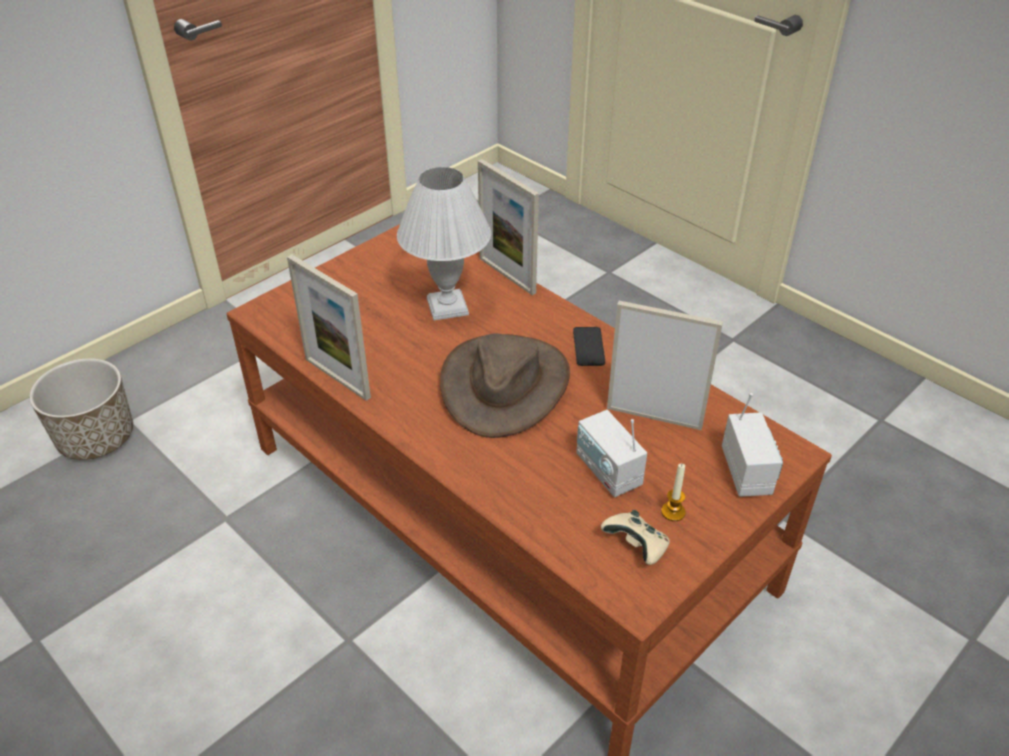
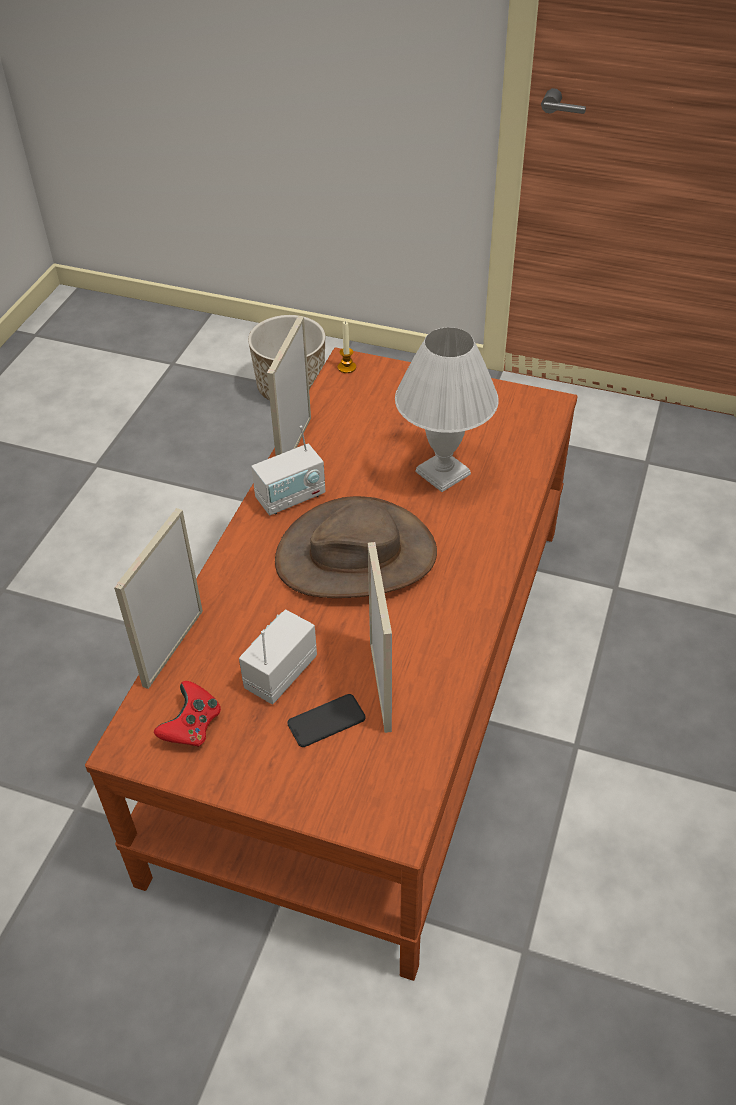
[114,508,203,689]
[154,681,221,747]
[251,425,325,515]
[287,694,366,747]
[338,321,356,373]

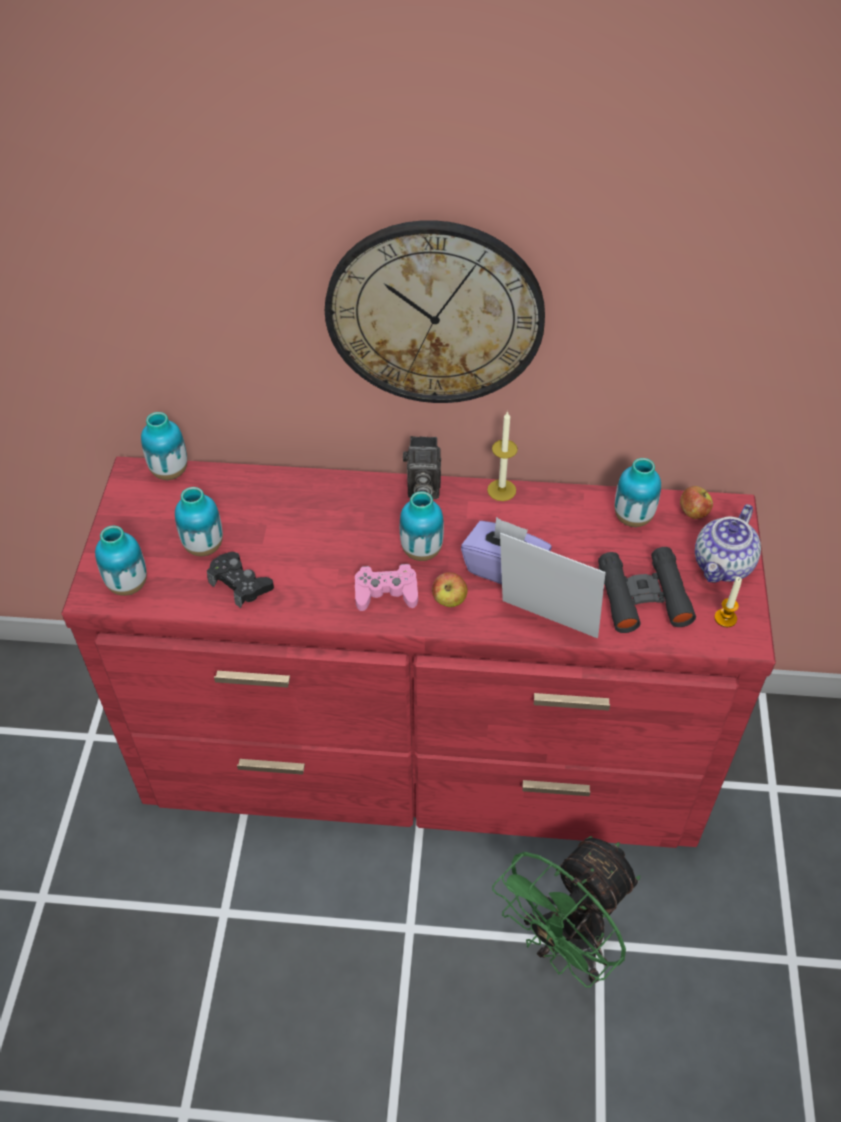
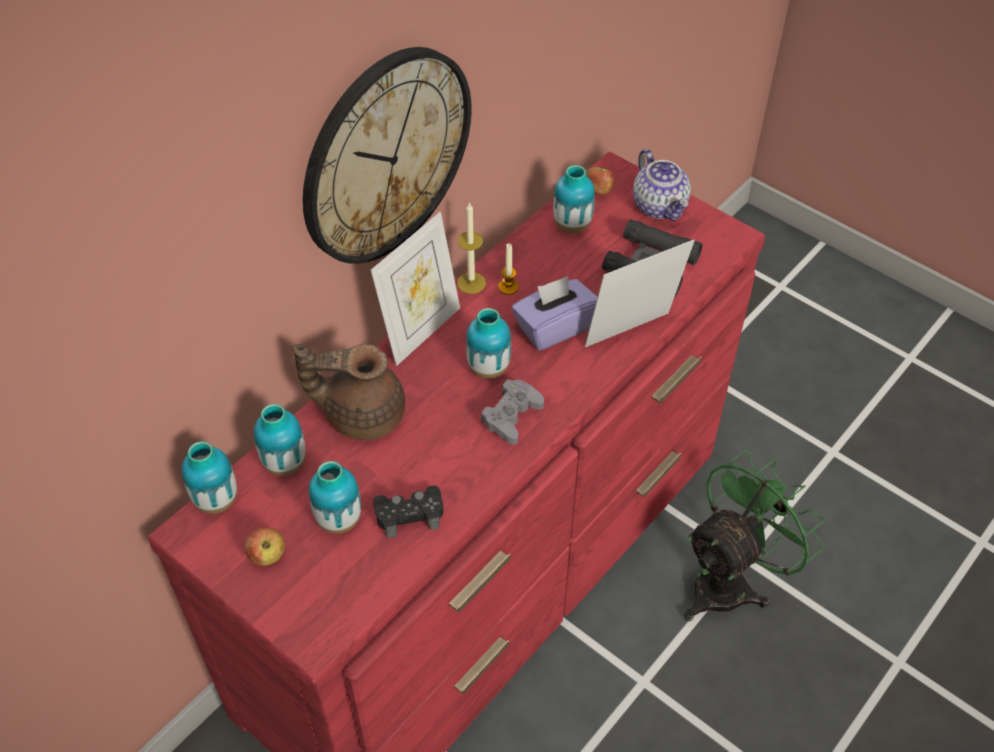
[245,527,284,566]
[254,404,306,476]
[293,344,405,440]
[370,212,460,366]
[481,379,544,445]
[498,243,519,295]
[684,450,824,621]

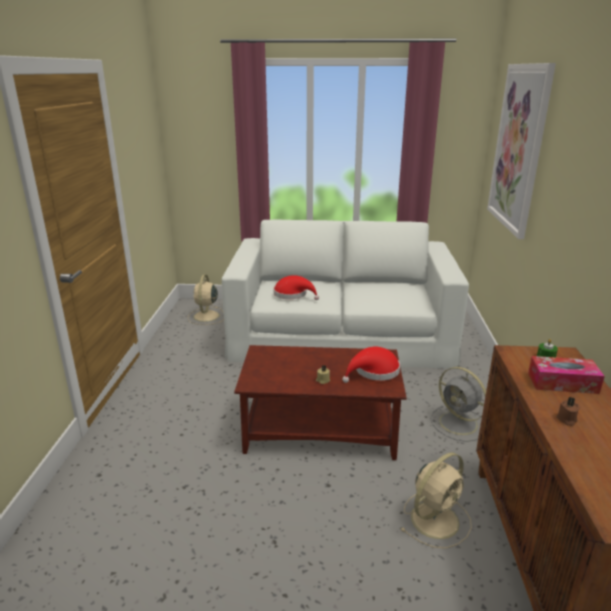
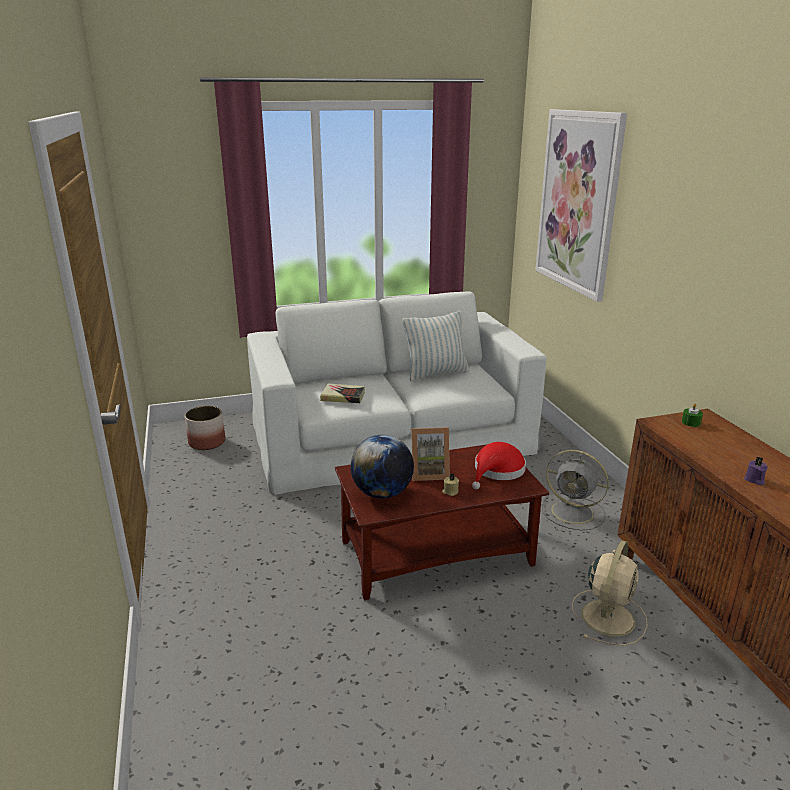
[185,406,225,450]
[320,383,365,403]
[350,435,414,499]
[403,311,469,381]
[411,427,450,481]
[744,456,768,485]
[528,356,605,394] (first image)

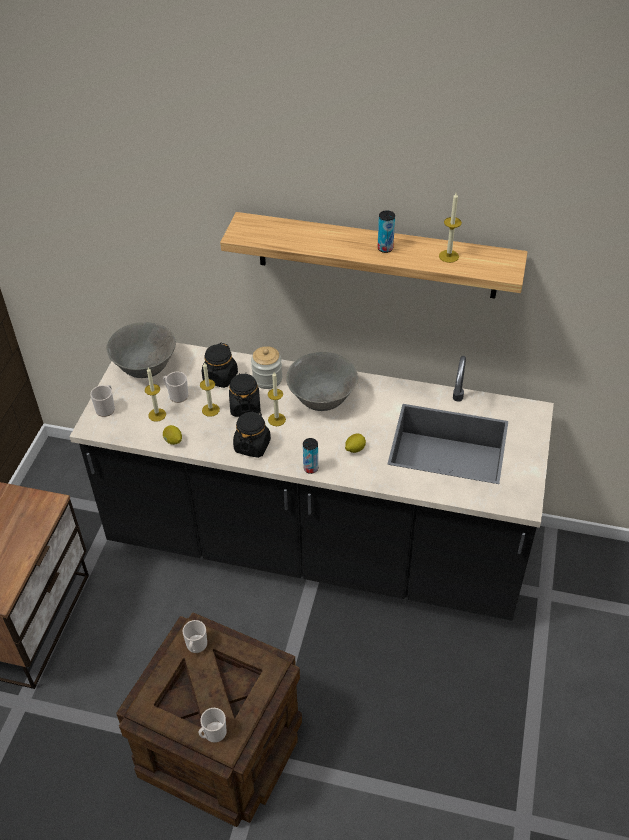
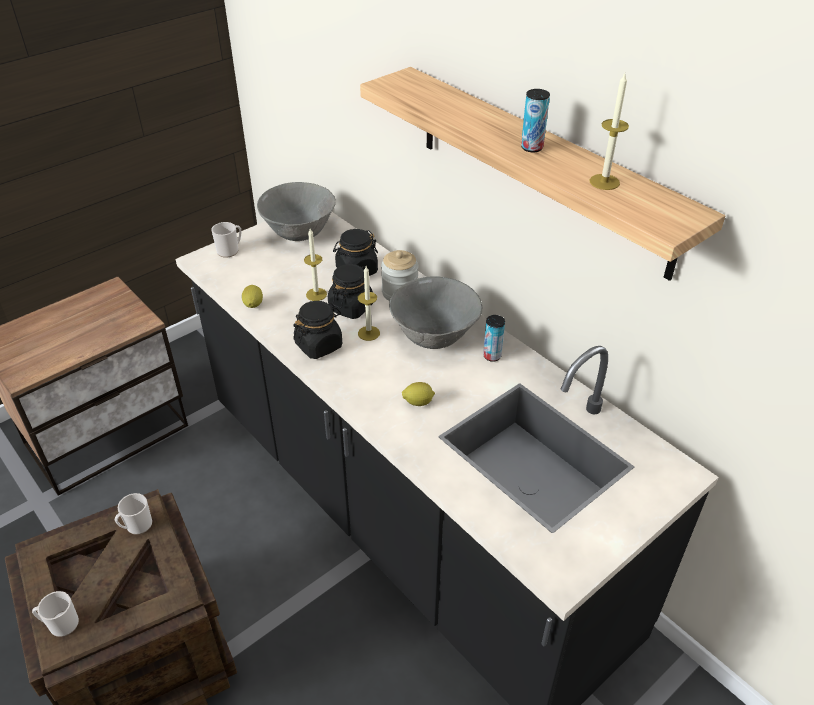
[483,315,505,362]
[145,367,166,422] (first image)
[163,372,188,403] (first image)

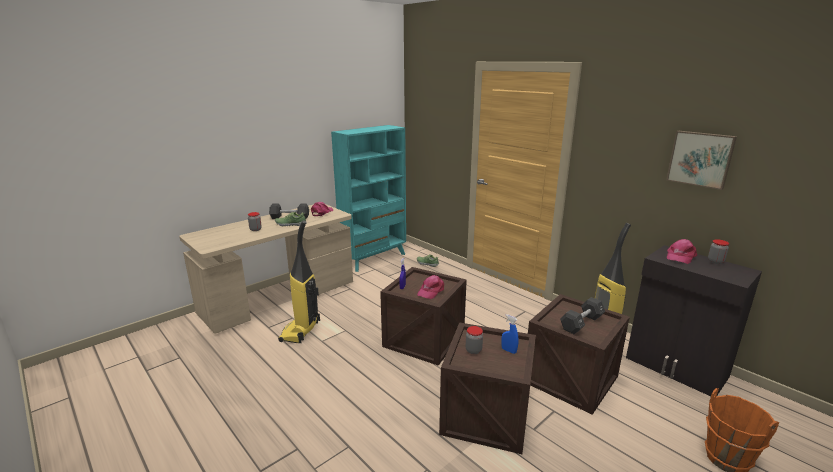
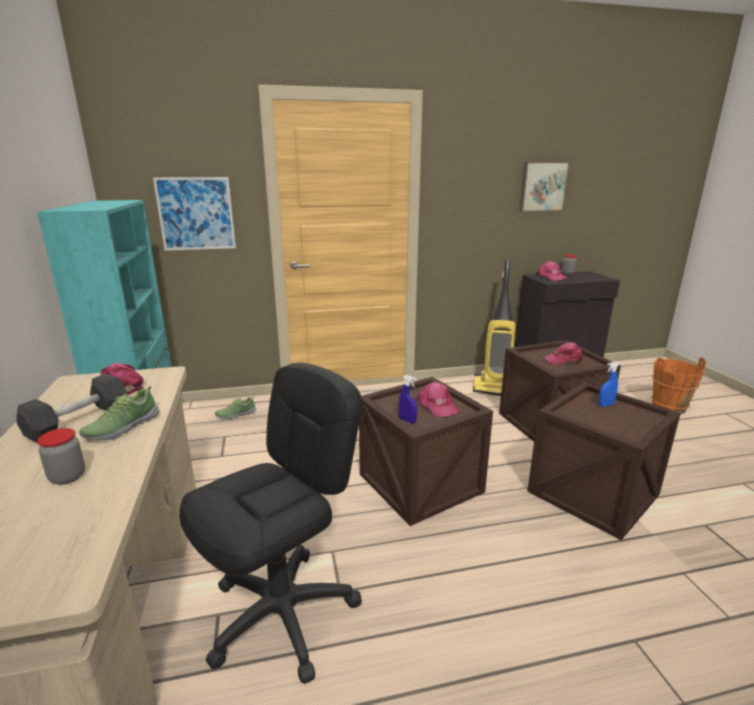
[153,177,236,251]
[179,363,362,684]
[543,342,583,365]
[466,326,483,354] (first image)

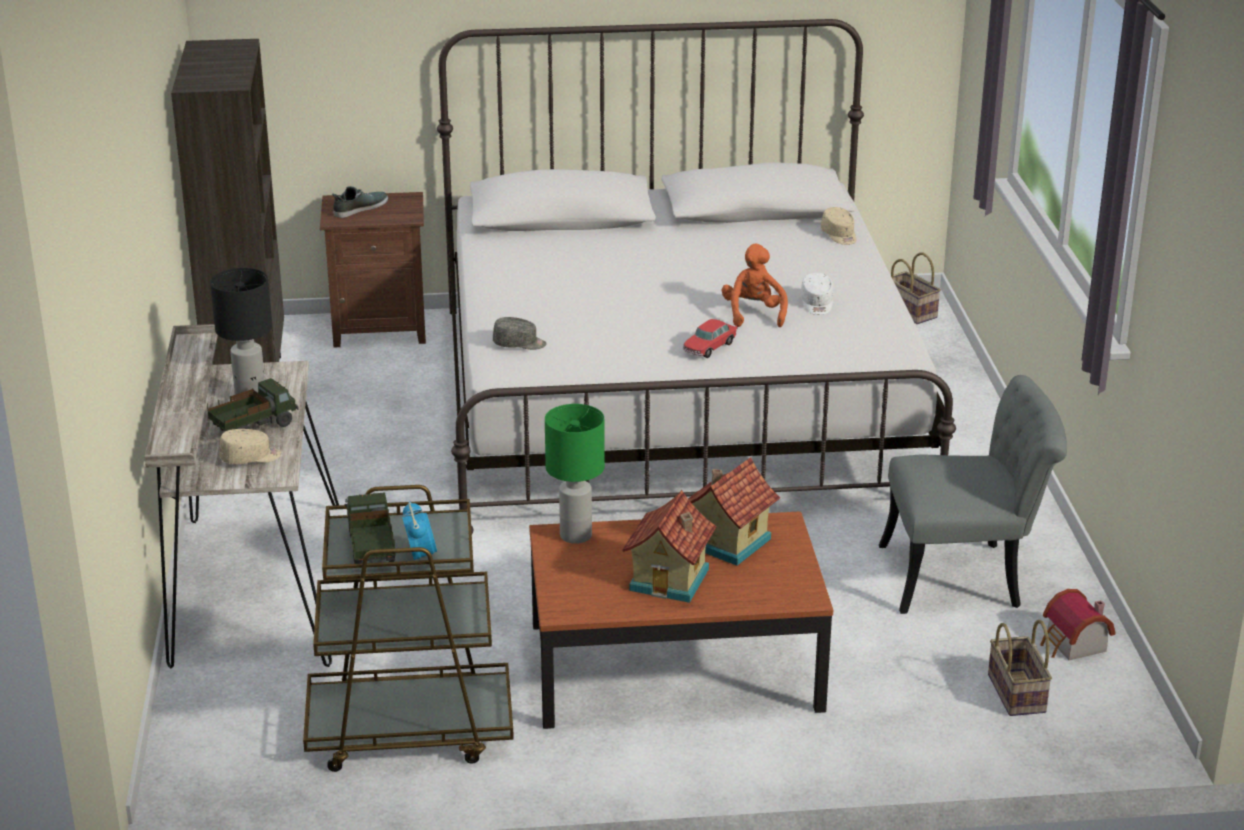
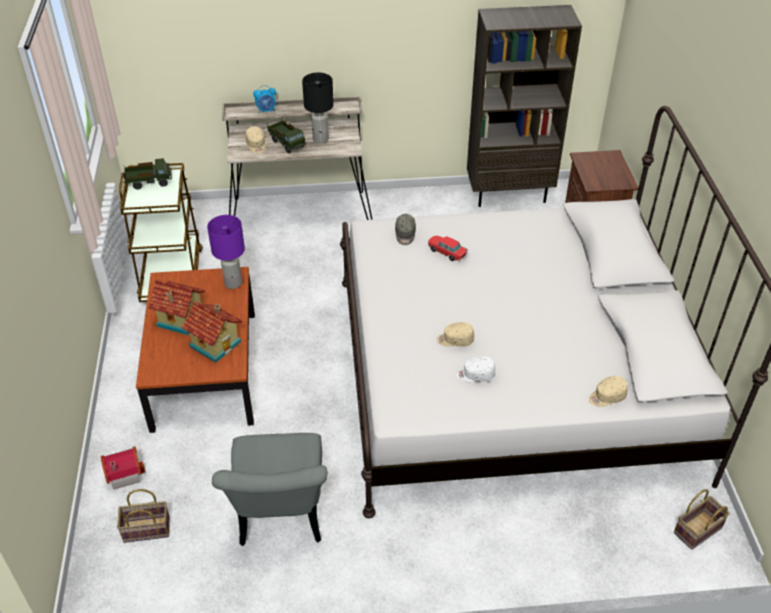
[101,447,145,490]
[207,215,245,289]
[253,85,276,114]
[428,236,468,261]
[437,322,474,347]
[332,186,388,218] (first image)

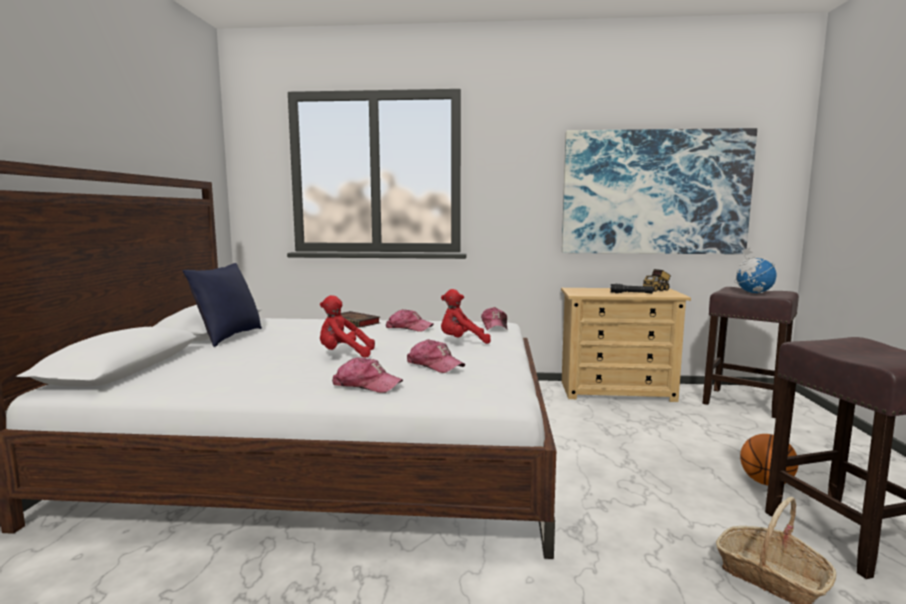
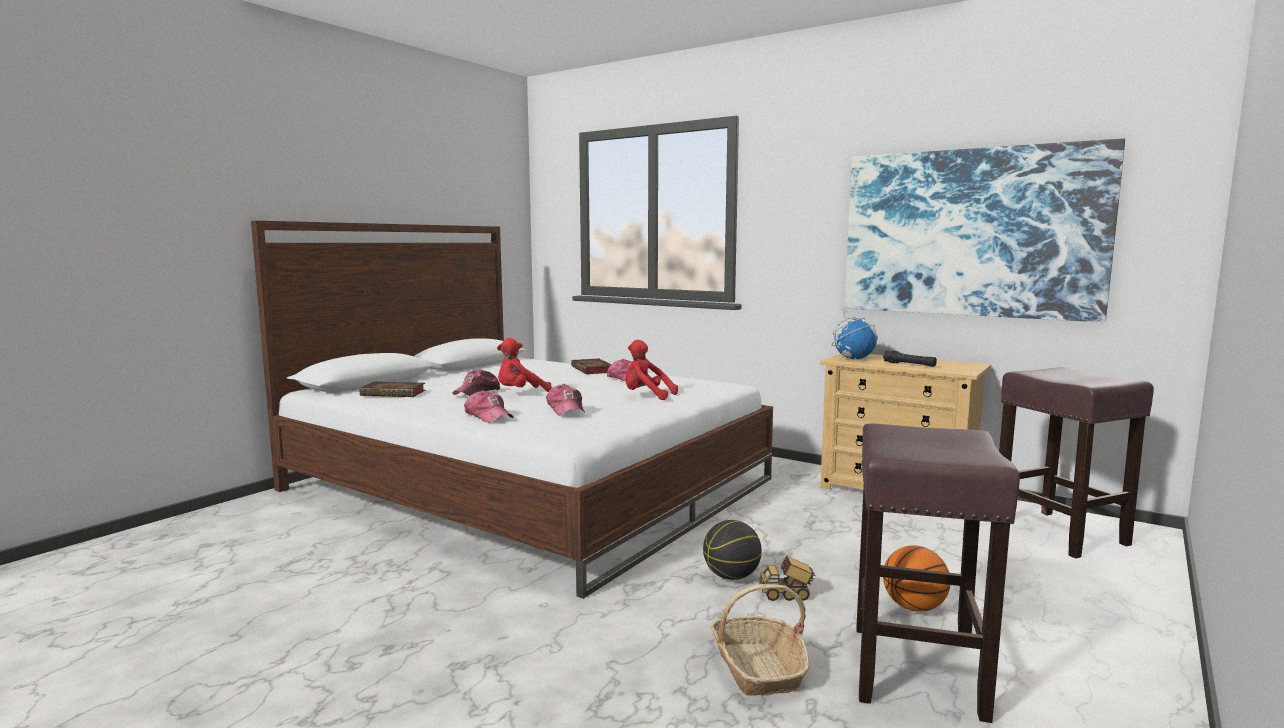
[360,382,425,397]
[453,370,500,396]
[497,338,552,392]
[703,520,762,580]
[759,556,816,601]
[831,306,878,359]
[182,263,262,347] (first image)

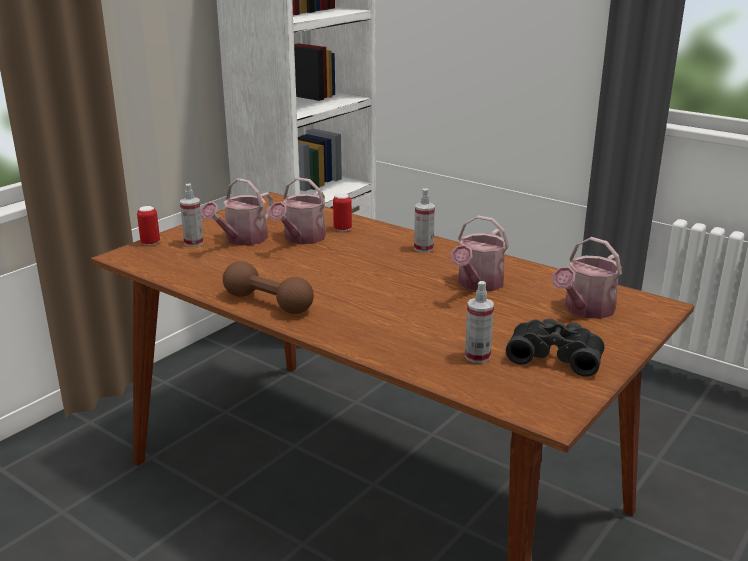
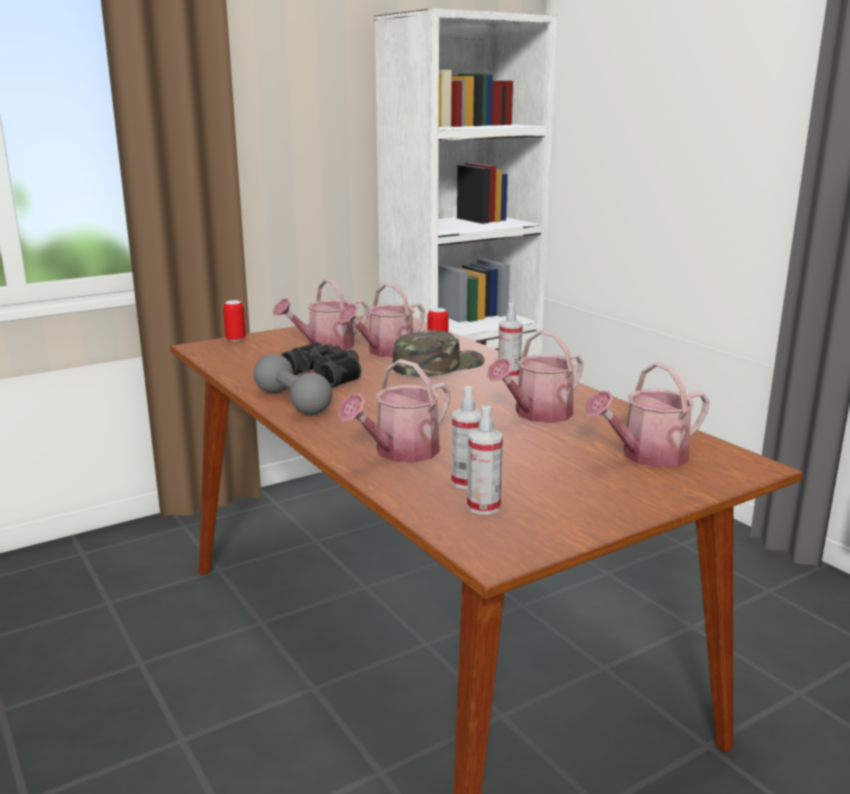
[254,354,332,415]
[281,342,361,388]
[338,359,450,463]
[393,330,485,377]
[467,406,503,515]

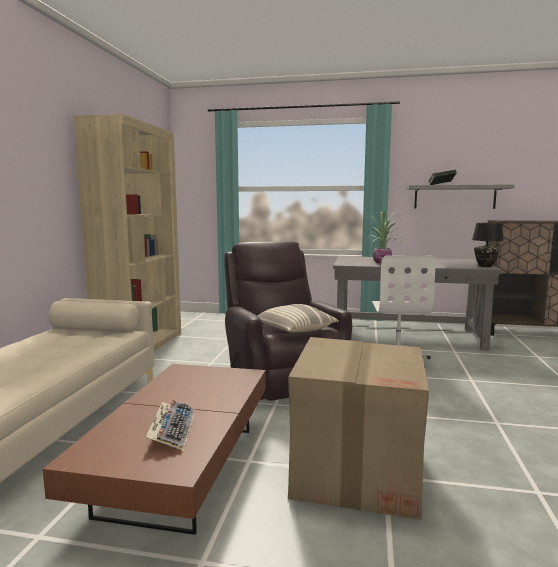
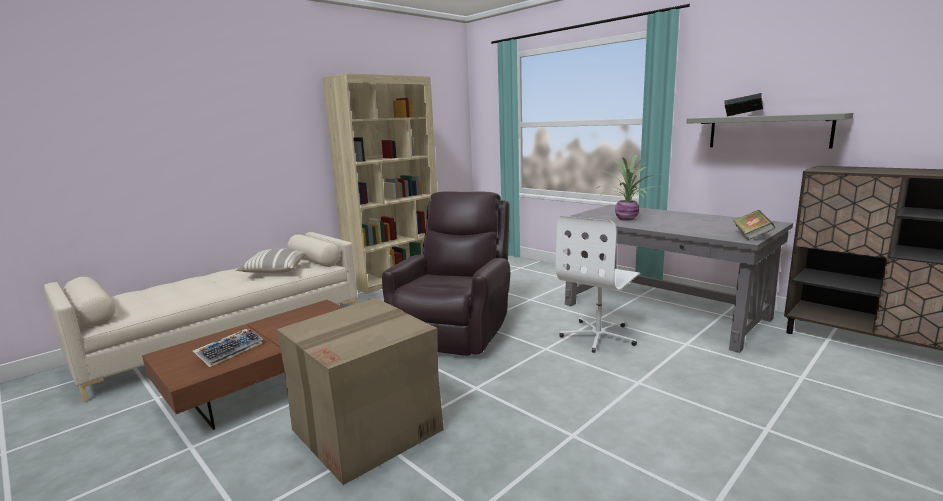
[235,248,306,274]
[733,210,775,240]

